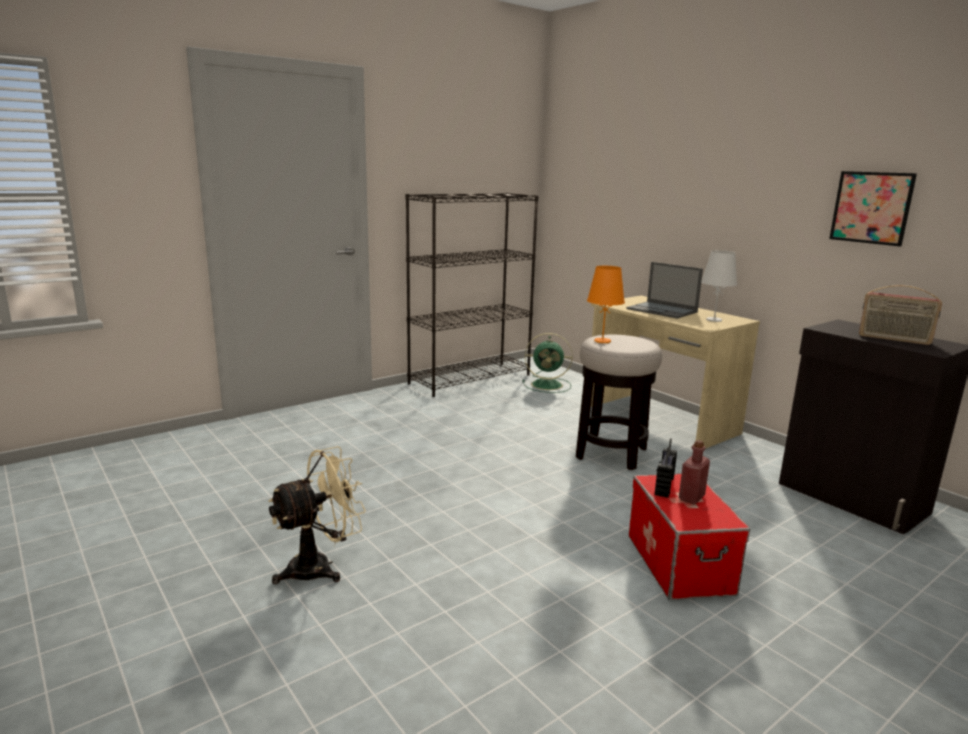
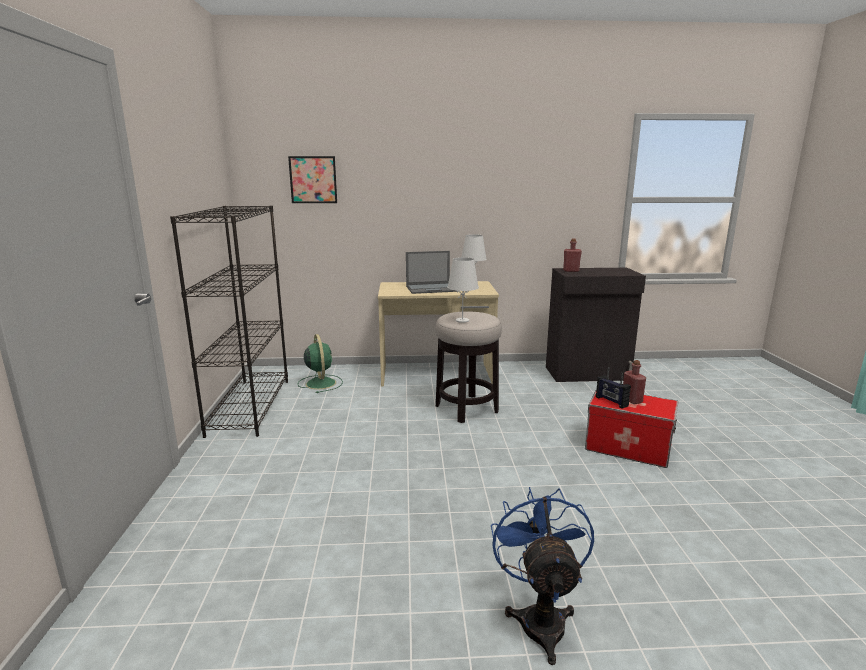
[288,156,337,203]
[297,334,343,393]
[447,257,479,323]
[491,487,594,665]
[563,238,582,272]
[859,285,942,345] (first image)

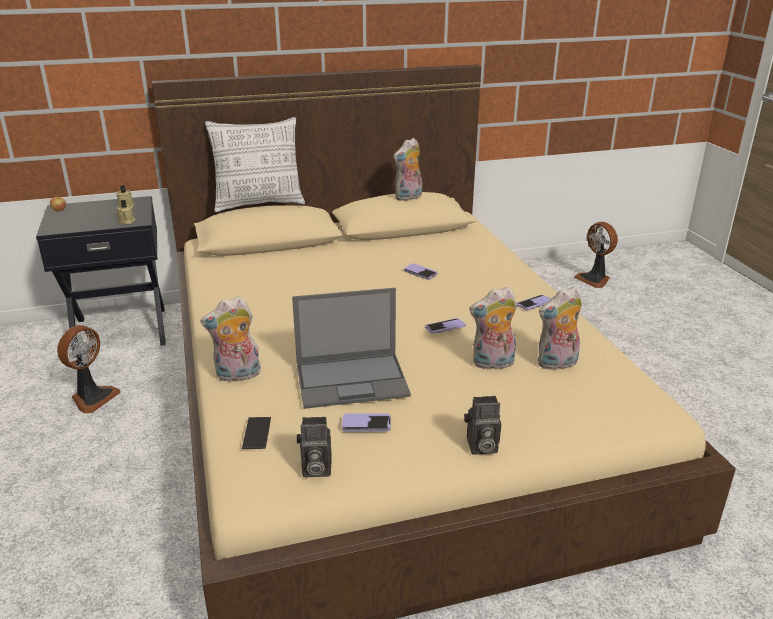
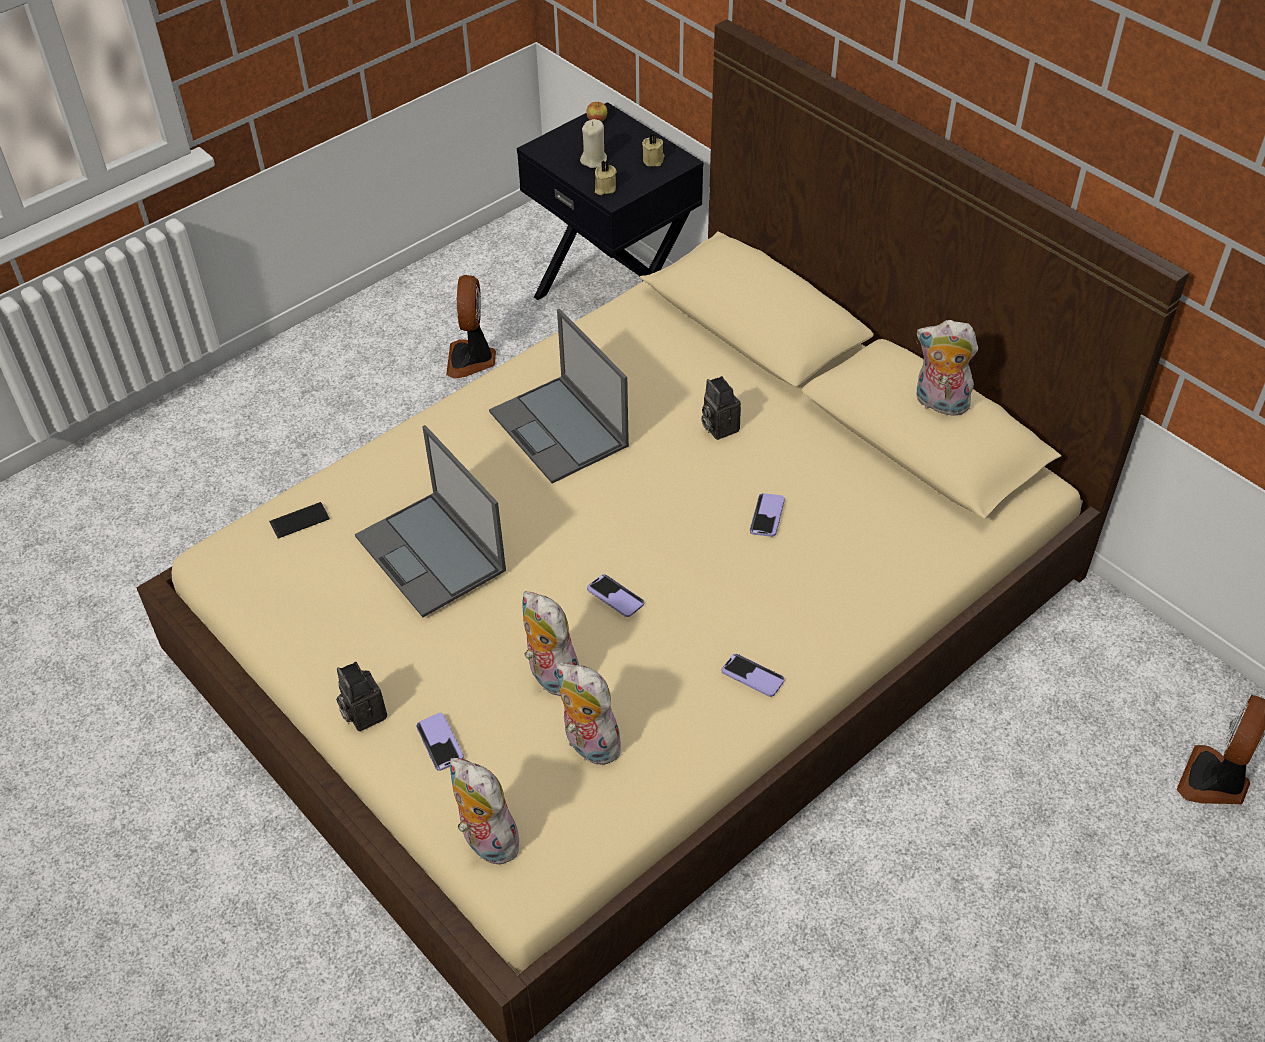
[416,713,464,771]
[446,275,496,379]
[450,758,523,865]
[489,309,629,483]
[580,119,607,168]
[701,376,741,440]
[205,117,305,212] (first image)

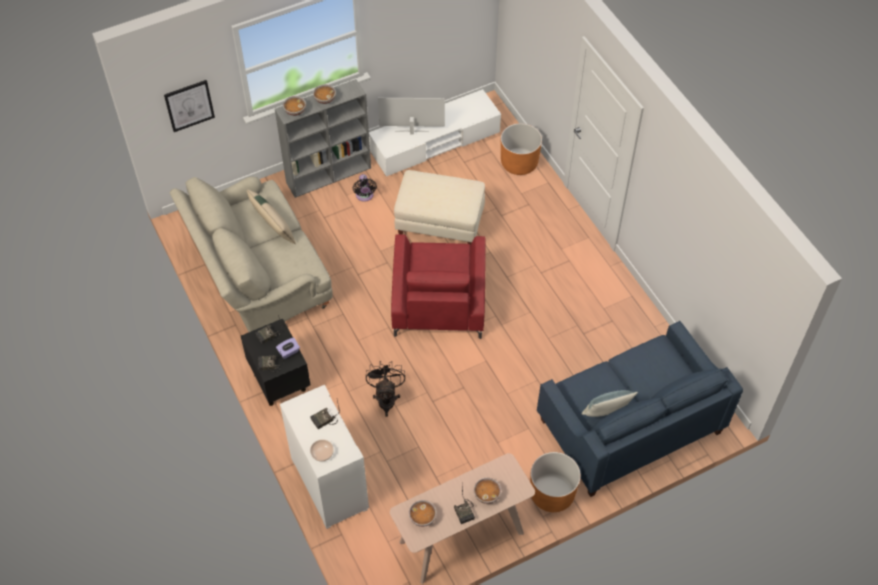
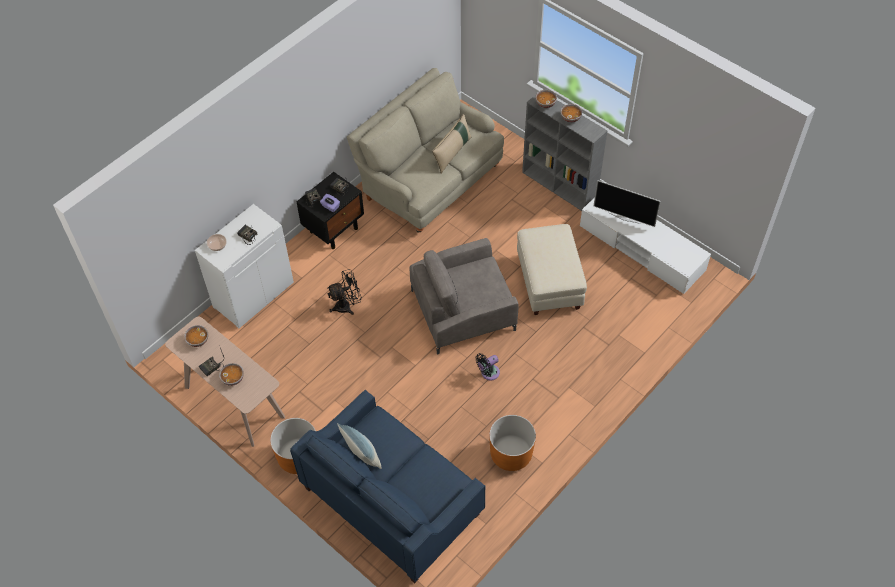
[409,238,519,354]
[475,353,500,380]
[489,415,536,471]
[594,180,661,227]
[164,80,215,132] (first image)

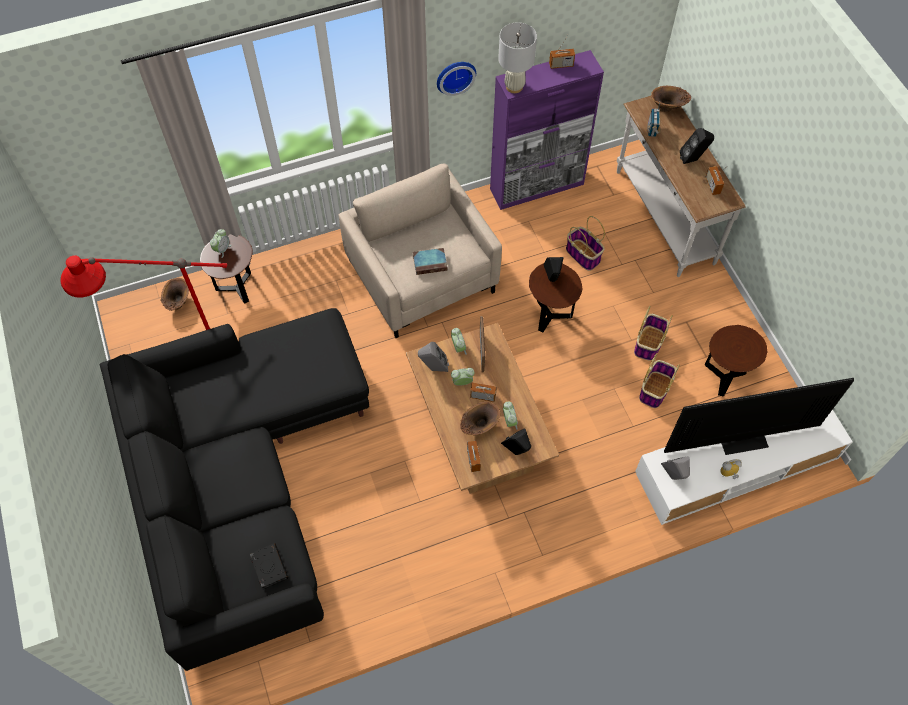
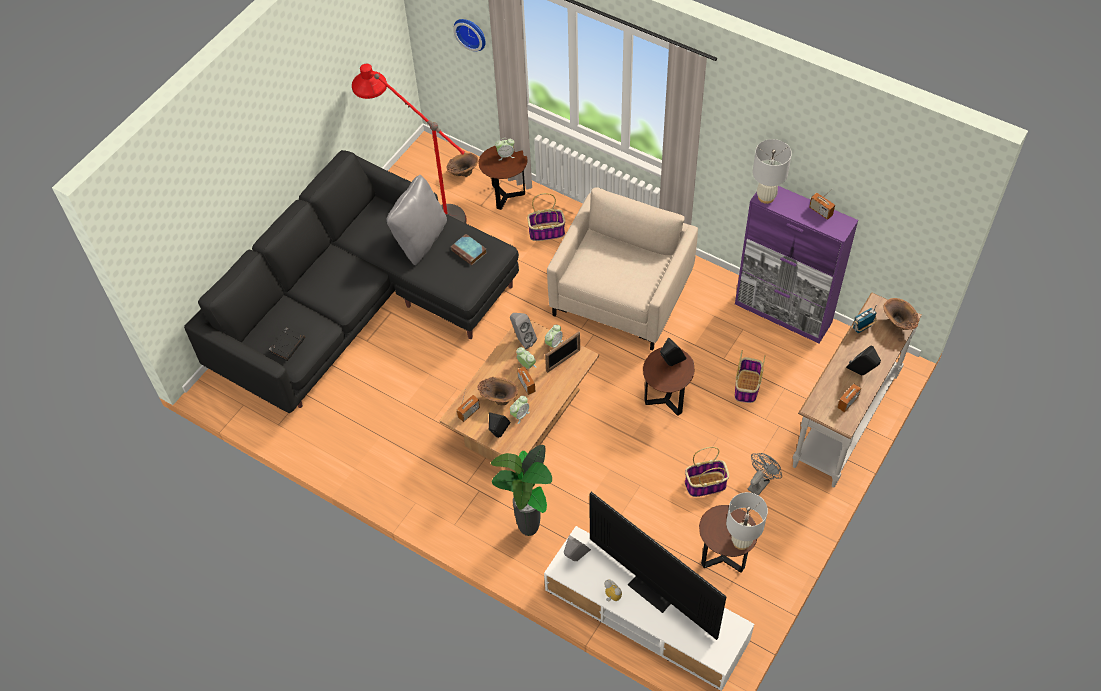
[386,175,447,265]
[450,234,487,265]
[453,19,486,52]
[491,445,552,536]
[527,193,565,241]
[726,492,768,550]
[747,453,782,495]

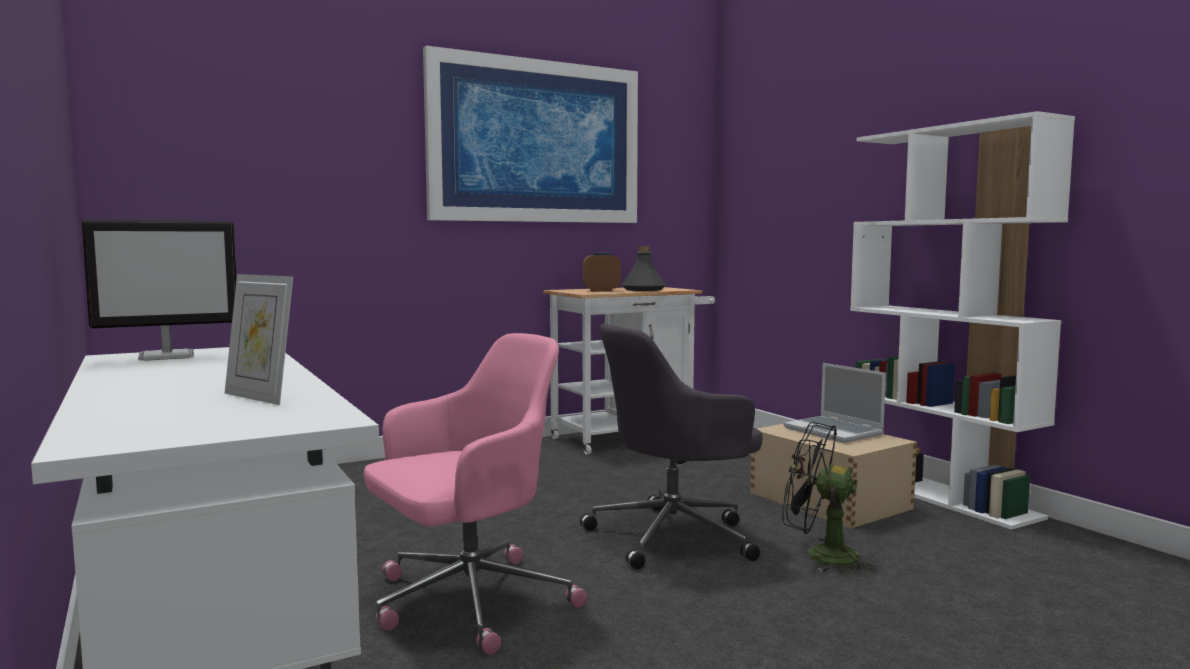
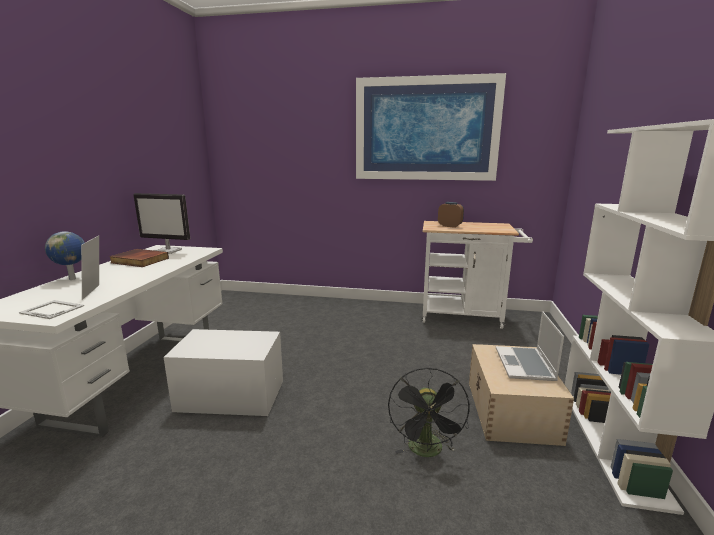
[19,300,84,319]
[45,231,85,280]
[109,249,169,267]
[164,329,283,416]
[388,368,470,457]
[580,324,763,569] (first image)
[622,246,666,291] (first image)

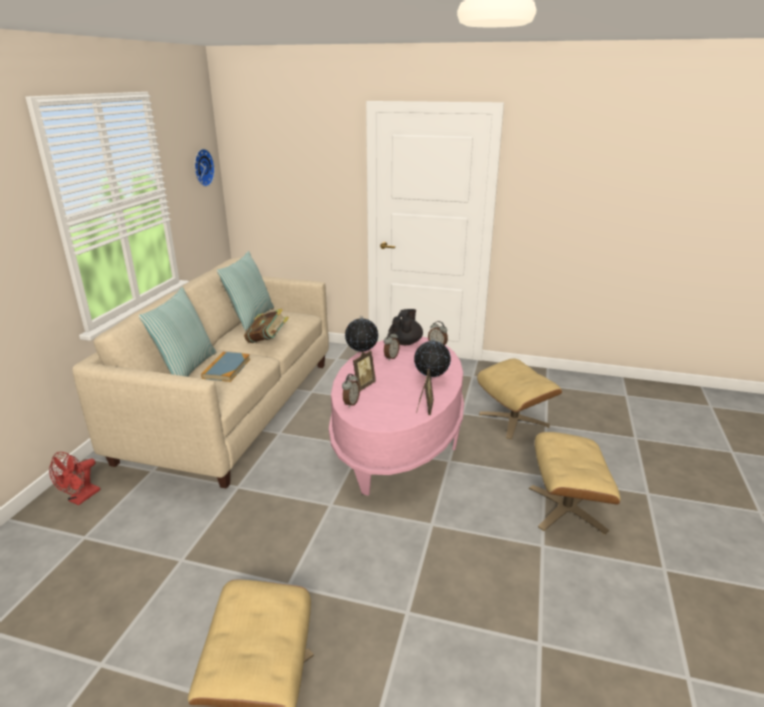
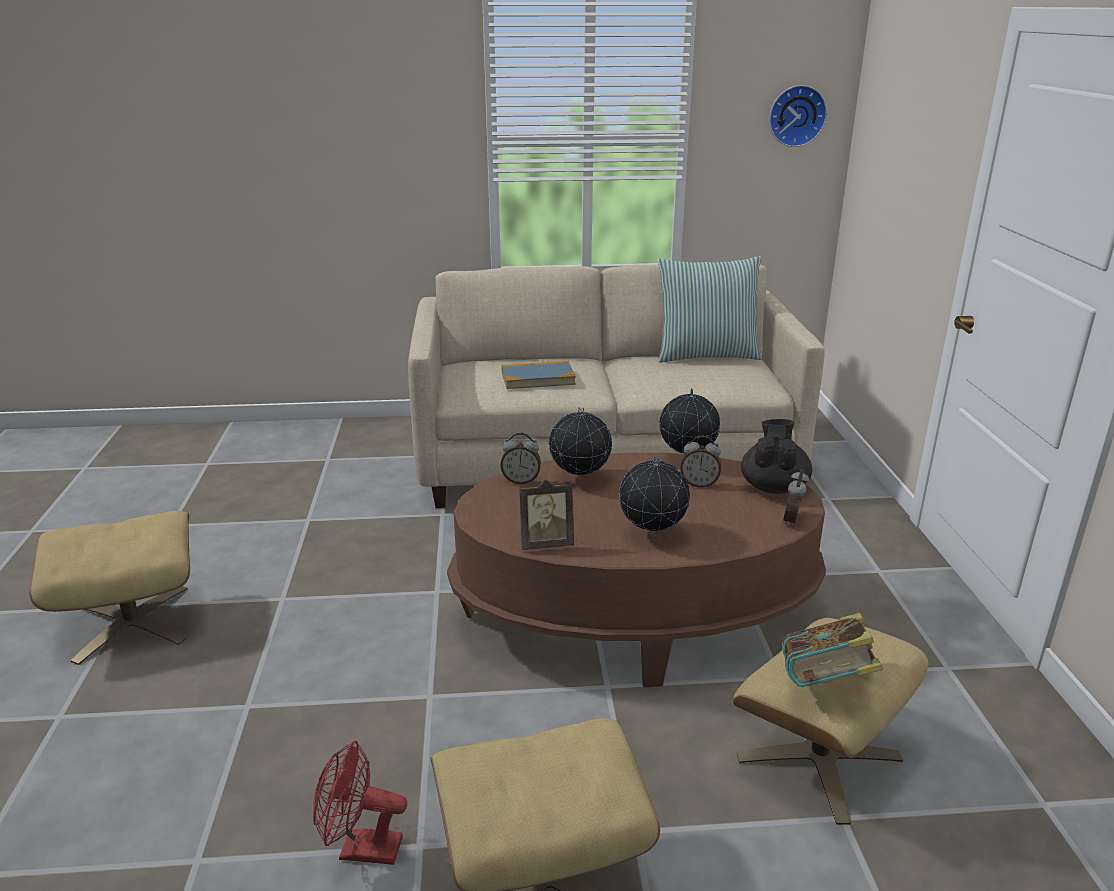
[313,741,407,865]
[447,453,826,687]
[549,408,612,479]
[741,419,812,494]
[782,613,883,687]
[138,287,217,377] (first image)

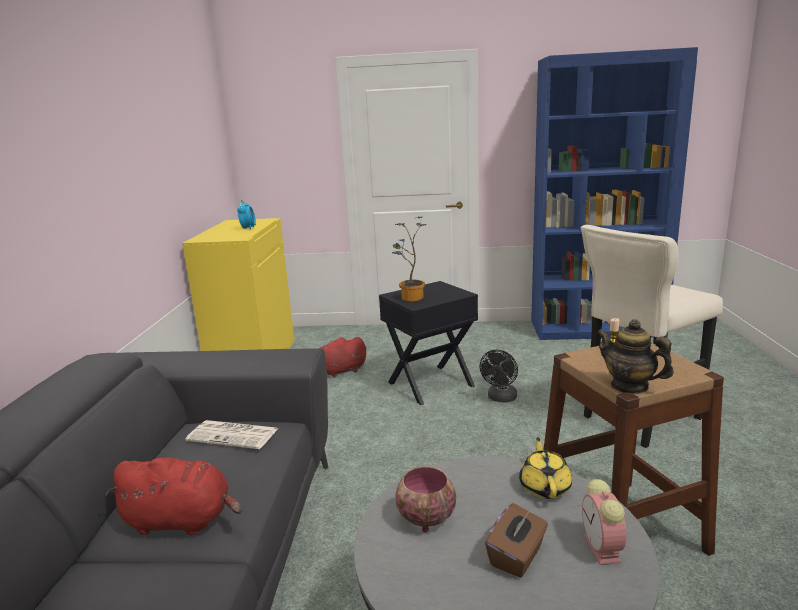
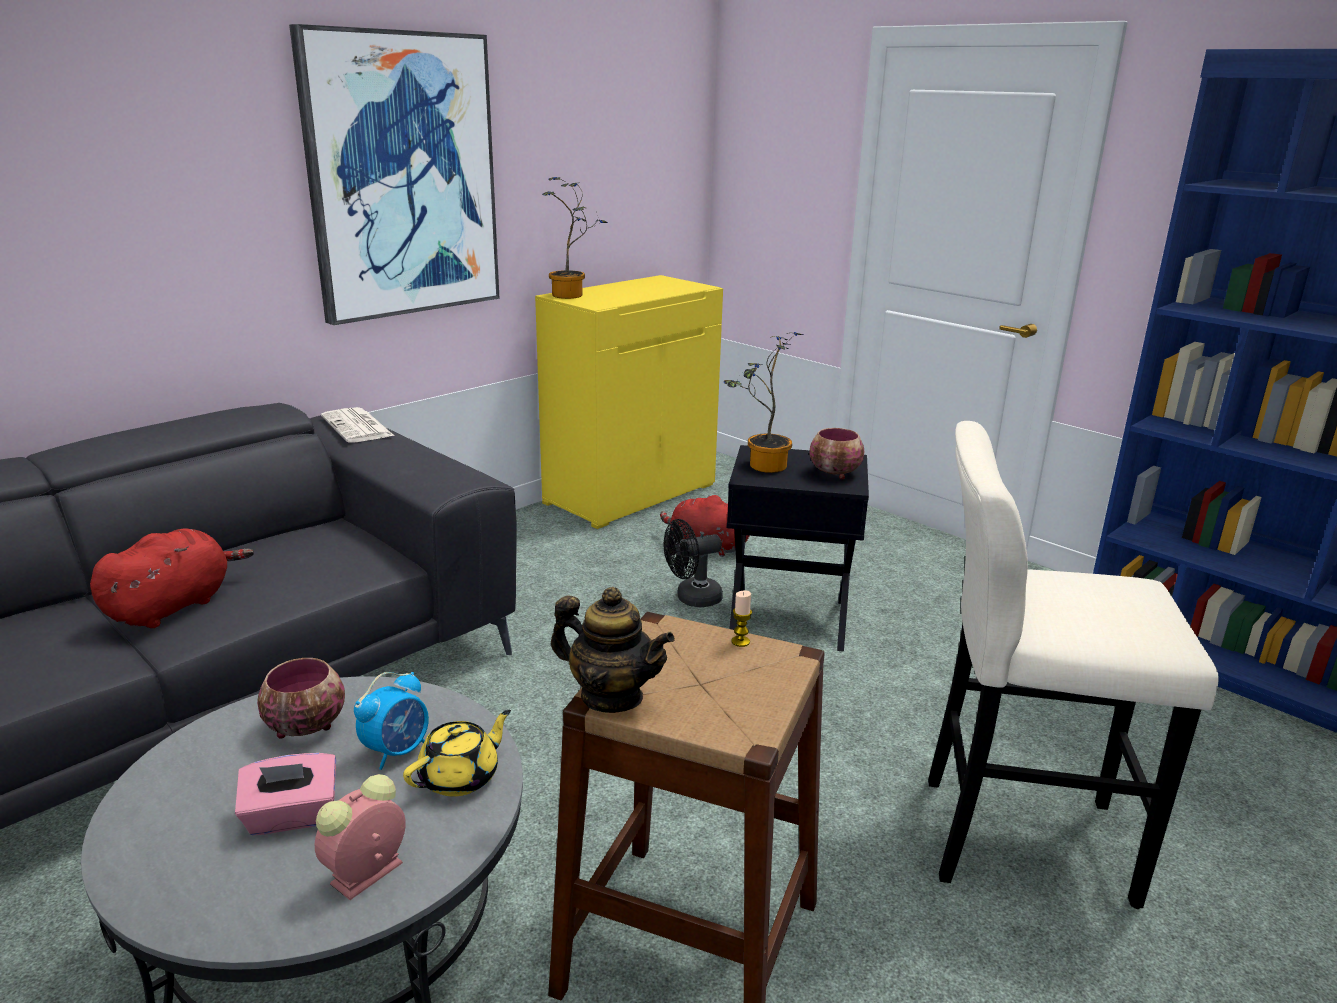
[90,528,254,628]
[235,753,336,835]
[289,24,500,325]
[321,407,394,443]
[354,672,429,770]
[542,177,607,299]
[551,587,675,713]
[664,519,723,608]
[809,428,865,480]

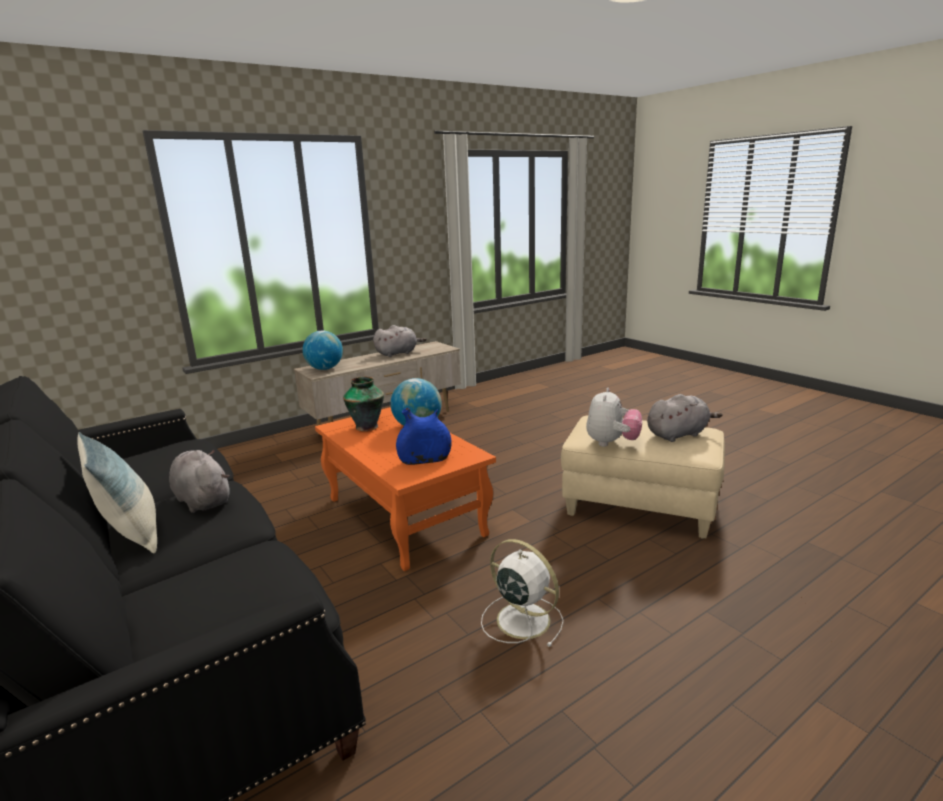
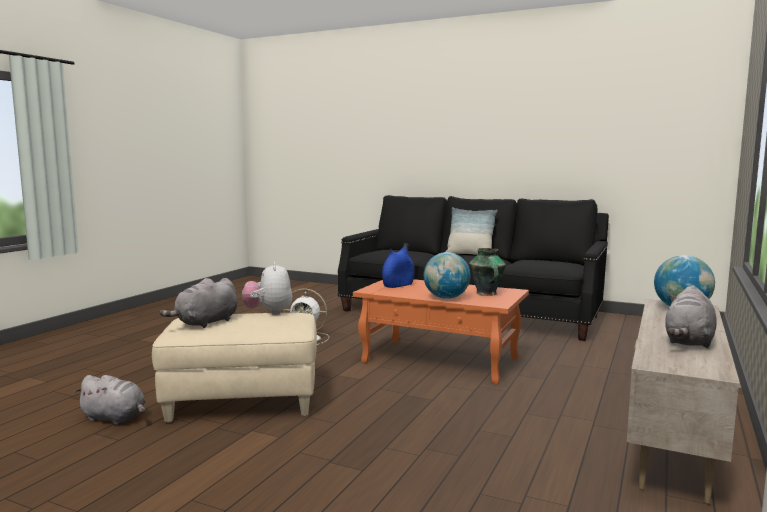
[74,375,145,425]

